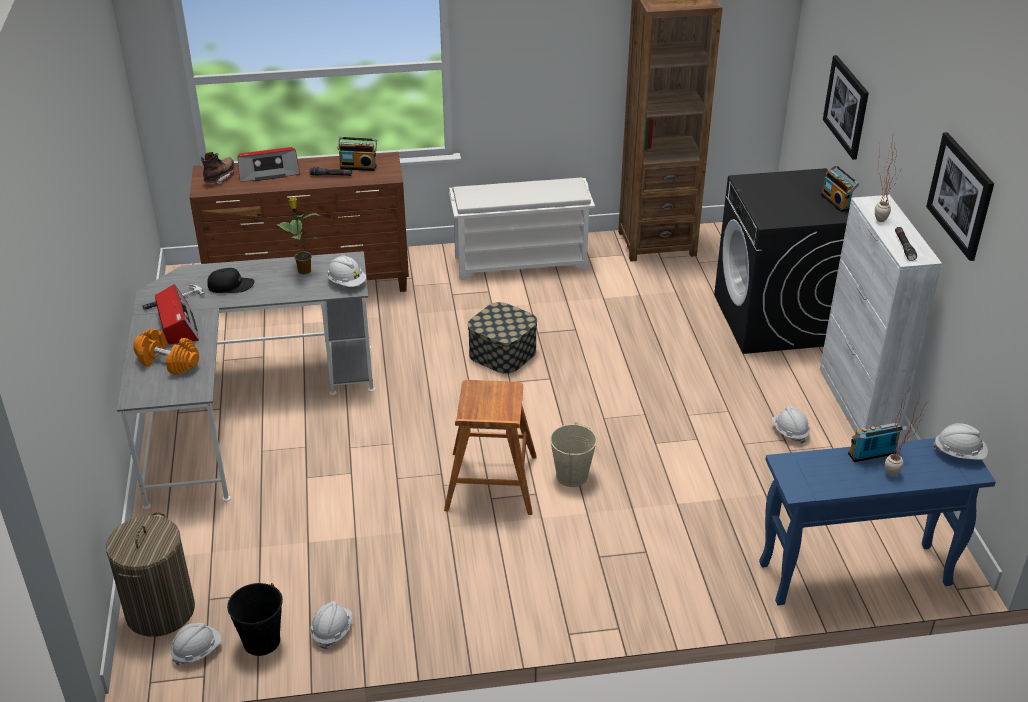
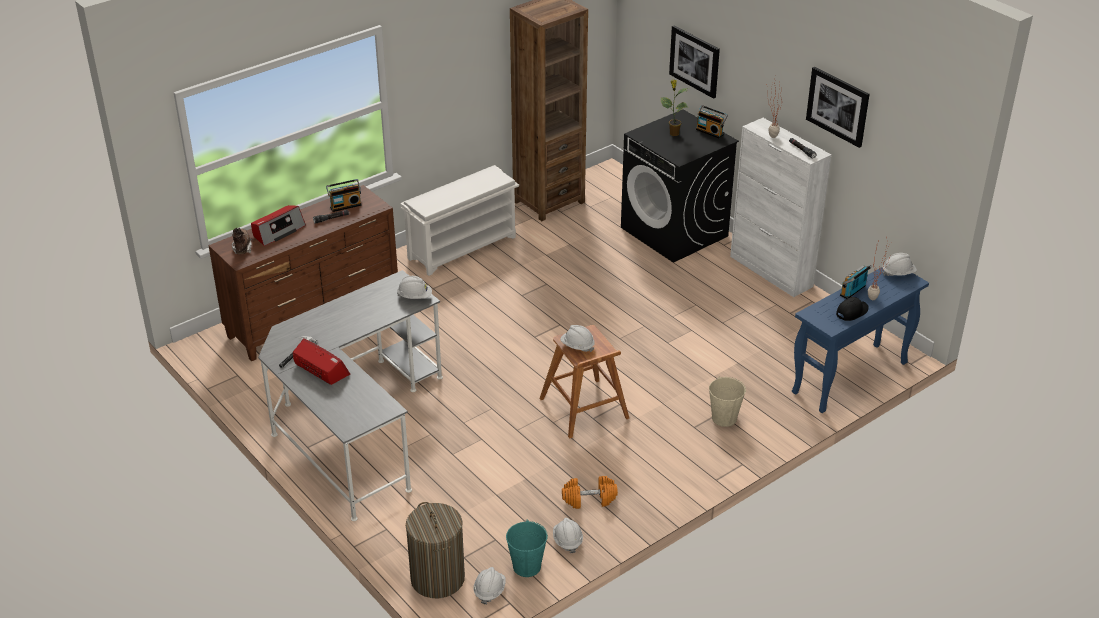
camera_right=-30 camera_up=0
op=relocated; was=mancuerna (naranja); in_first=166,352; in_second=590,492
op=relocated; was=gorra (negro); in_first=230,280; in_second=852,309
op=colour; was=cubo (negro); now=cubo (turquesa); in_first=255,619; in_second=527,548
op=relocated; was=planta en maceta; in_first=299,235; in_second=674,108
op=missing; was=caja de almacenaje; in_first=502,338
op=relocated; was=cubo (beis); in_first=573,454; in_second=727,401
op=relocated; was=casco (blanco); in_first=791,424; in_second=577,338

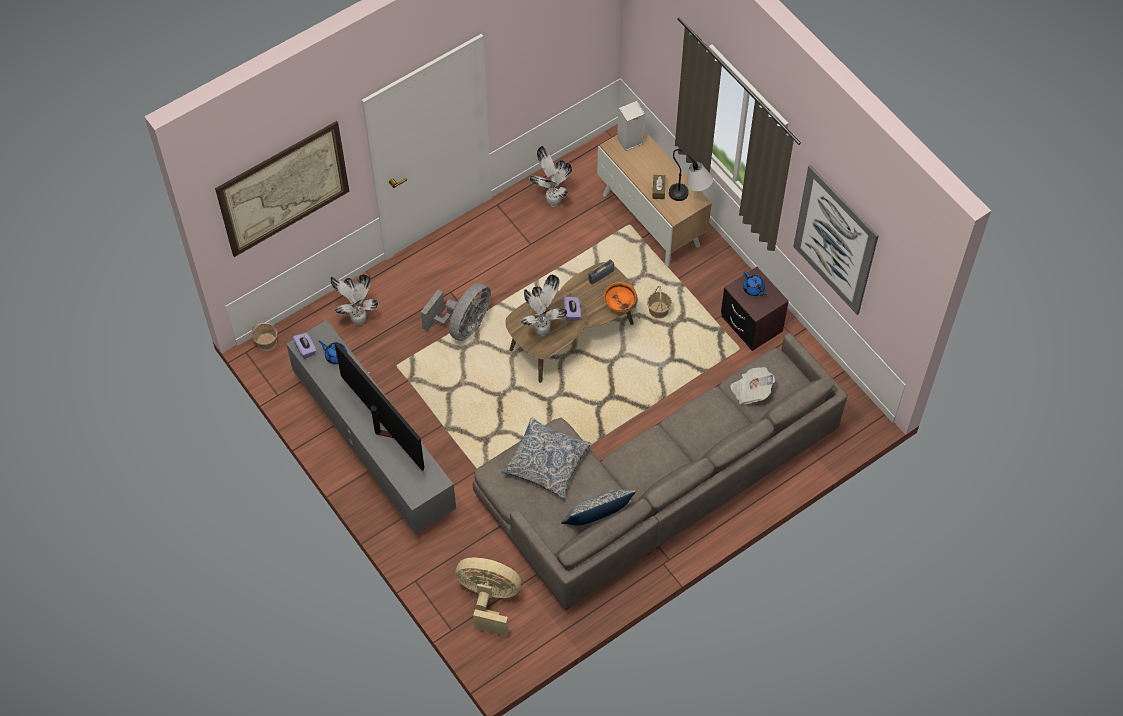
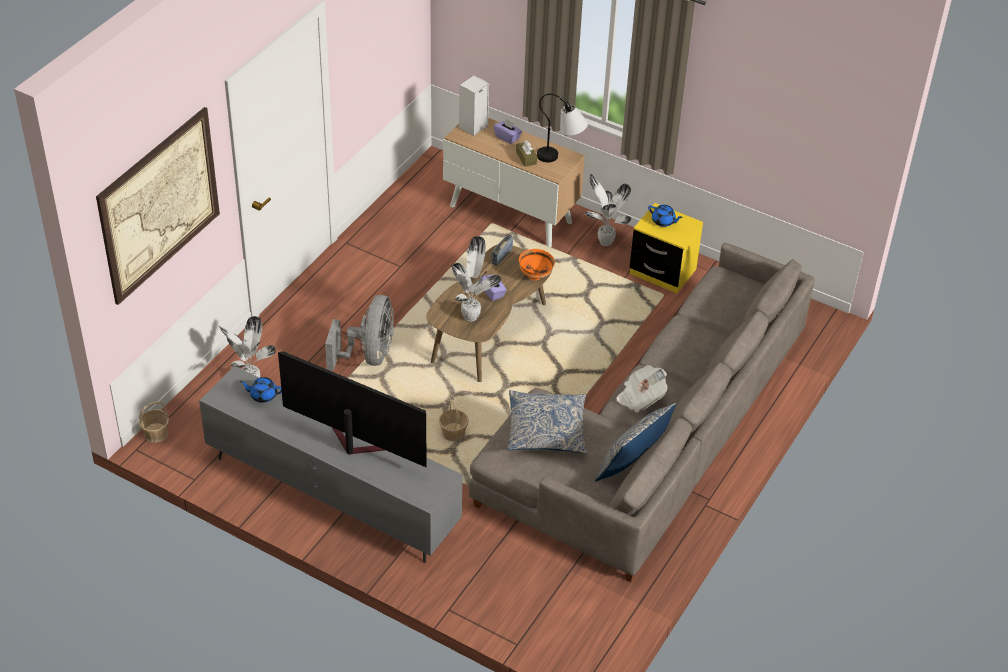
camera_right=-25 camera_up=-15
op=relocated; was=caja de pañuelos (morado); in_first=304,346; in_second=508,131
op=missing; was=ventilador (beis); in_first=488,597
op=relocated; was=planta en maceta; in_first=550,176; in_second=608,210
op=relocated; was=cesta; in_first=659,302; in_second=454,420
op=colour; was=mesita de noche (marrón); now=mesita de noche (amarillo); in_first=755,309; in_second=666,248
op=relocated; was=periódico; in_first=752,385; in_second=642,389
op=missing; was=cuadro; in_first=836,240

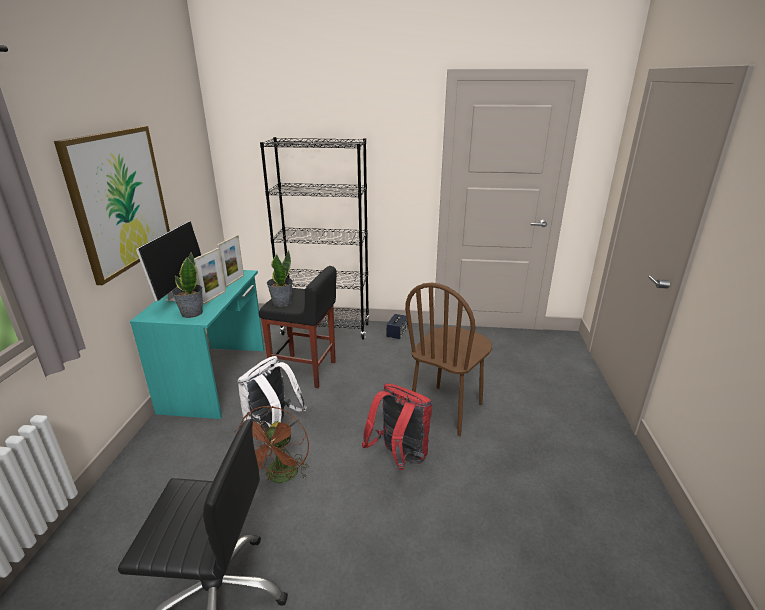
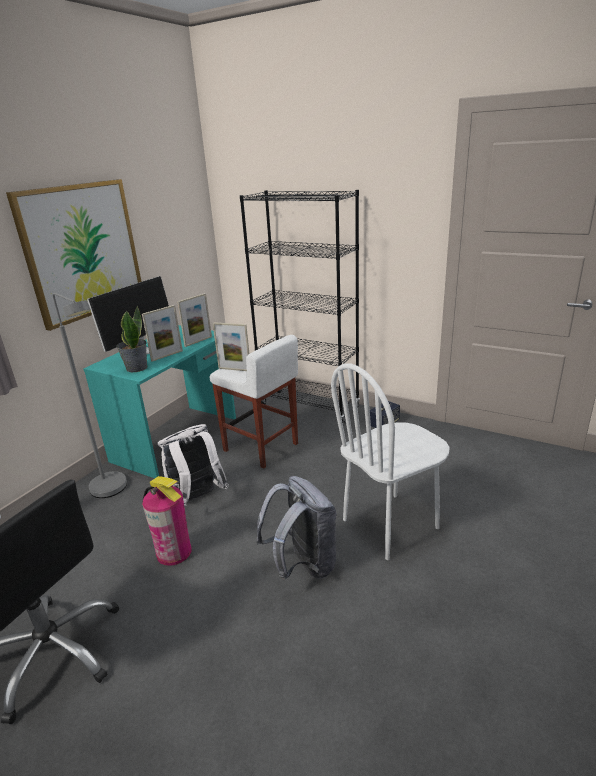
camera_right=25 camera_up=0
op=exchanged; was=ventilador (marrón); now=extintor; in_first=271,444; in_second=167,521
op=colour; was=taburete (negro); now=taburete (blanco); in_first=297,327; in_second=254,402
op=exchanged; was=planta en maceta; now=portarretratos; in_first=280,278; in_second=231,346
op=colour; was=mochila (rojo); now=mochila (gris); in_first=397,426; in_second=296,528
op=colour; was=silla (marrón); now=silla (blanco); in_first=448,359; in_second=390,462
op=appeared; now=lámpara de pie (gris); in_second=89,395

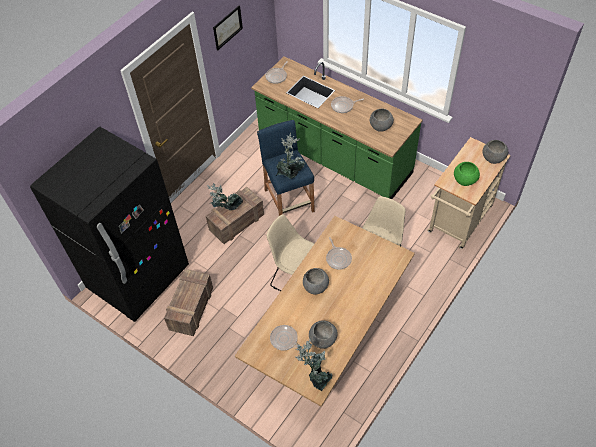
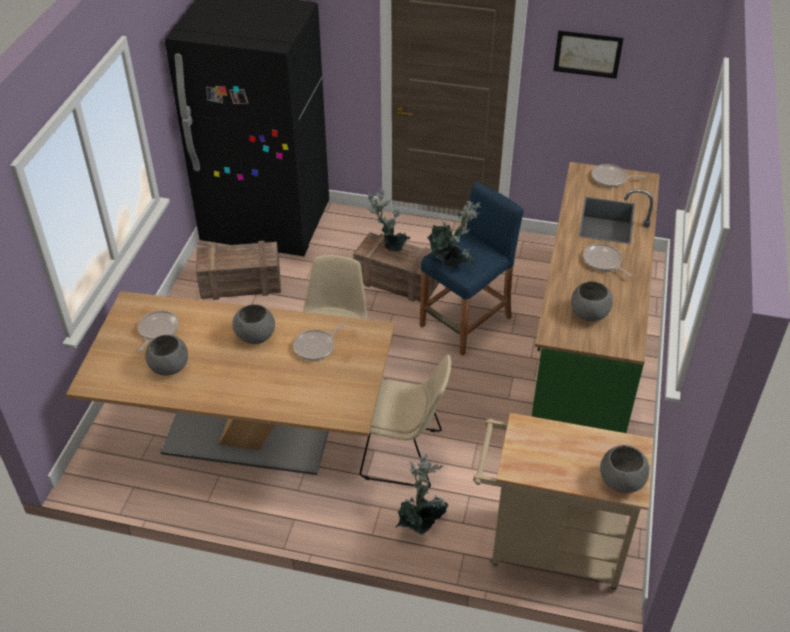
camera_right=65 camera_up=-10
op=relocated; was=planta en maceta; in_first=313,364; in_second=422,494
op=missing; was=cuenco (verde); in_first=467,174

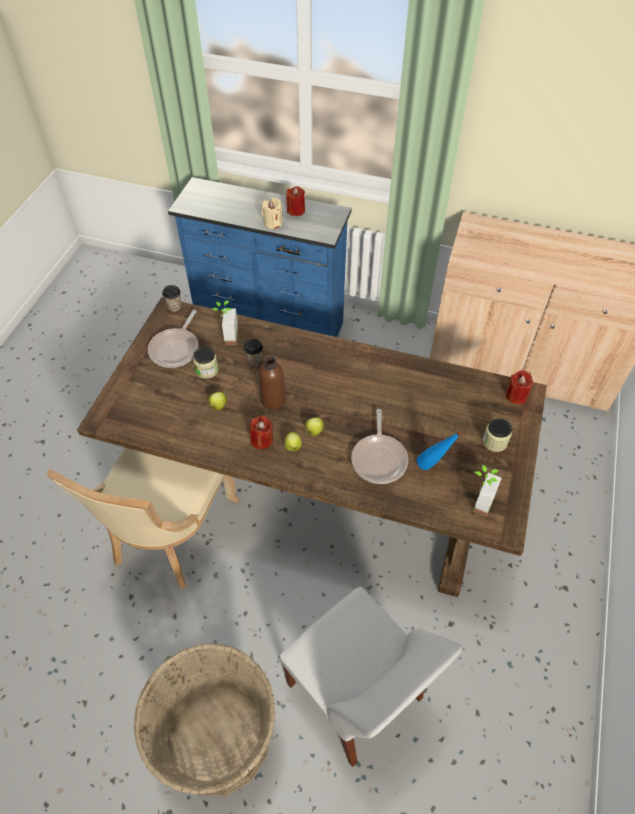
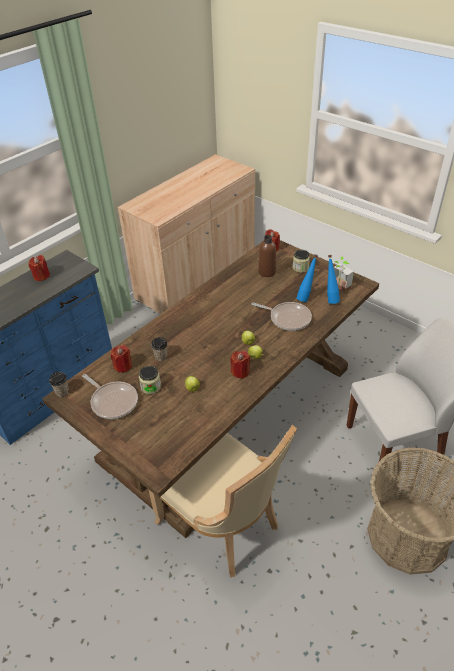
camera_right=-65 camera_up=-10
op=exchanged; was=planta en maceta; now=vela (rojo); in_first=225,323; in_second=121,359
op=relocated; was=botella (marrón); in_first=272,382; in_second=267,256
op=missing; was=vela (beis); in_first=272,213
op=appeared; now=botella (azul); in_second=333,279

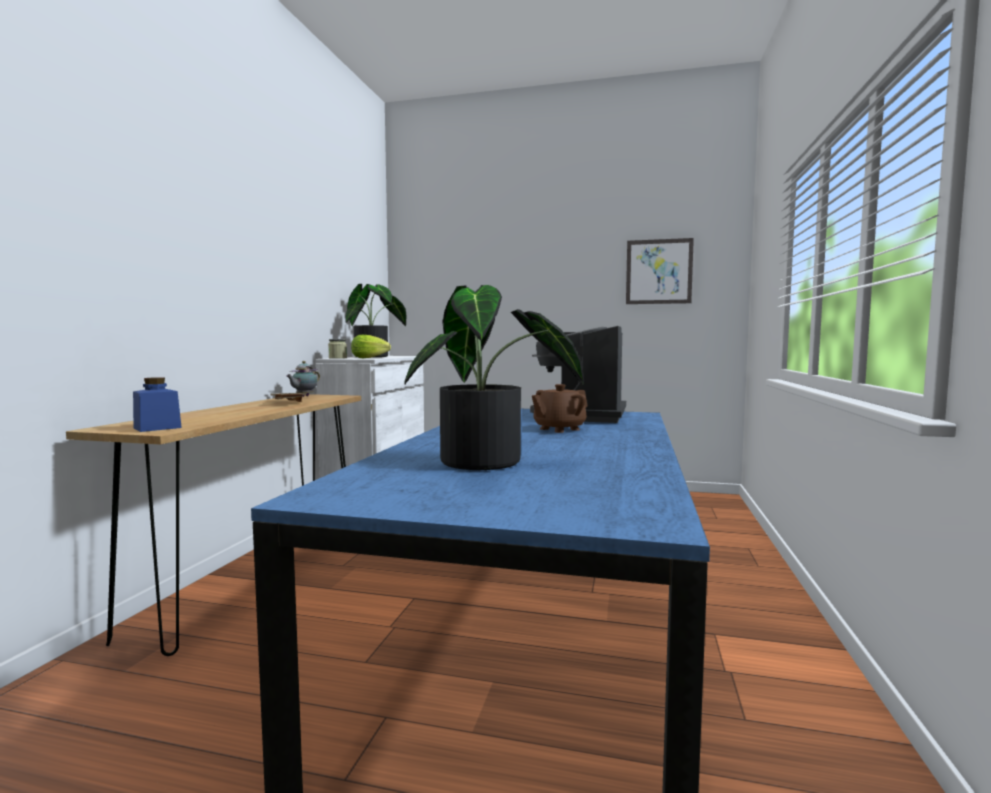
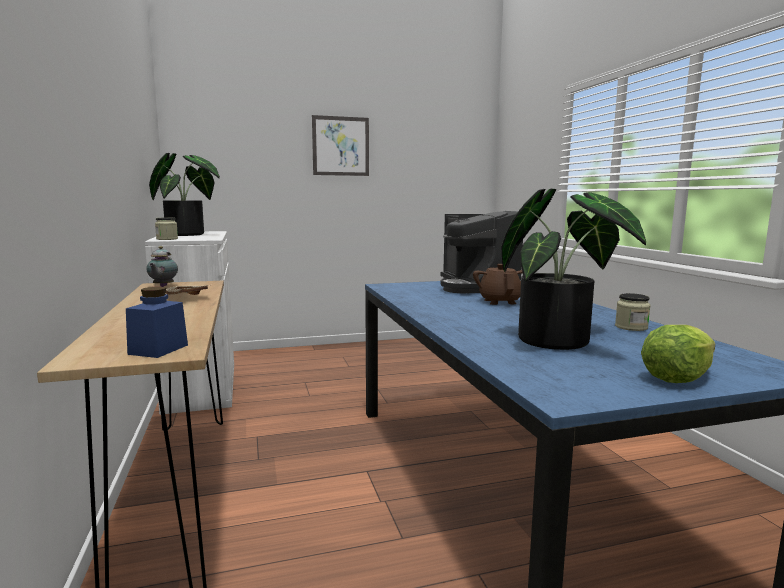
camera_right=-30 camera_up=5
op=relocated; was=lechuga; in_first=371,346; in_second=678,354
op=spun; was=tetera (marrón); in_first=560,408; in_second=498,284; clockwise=150
op=relocated; was=cuadro; in_first=660,271; in_second=340,145
op=appeared; now=tarro; in_second=632,312

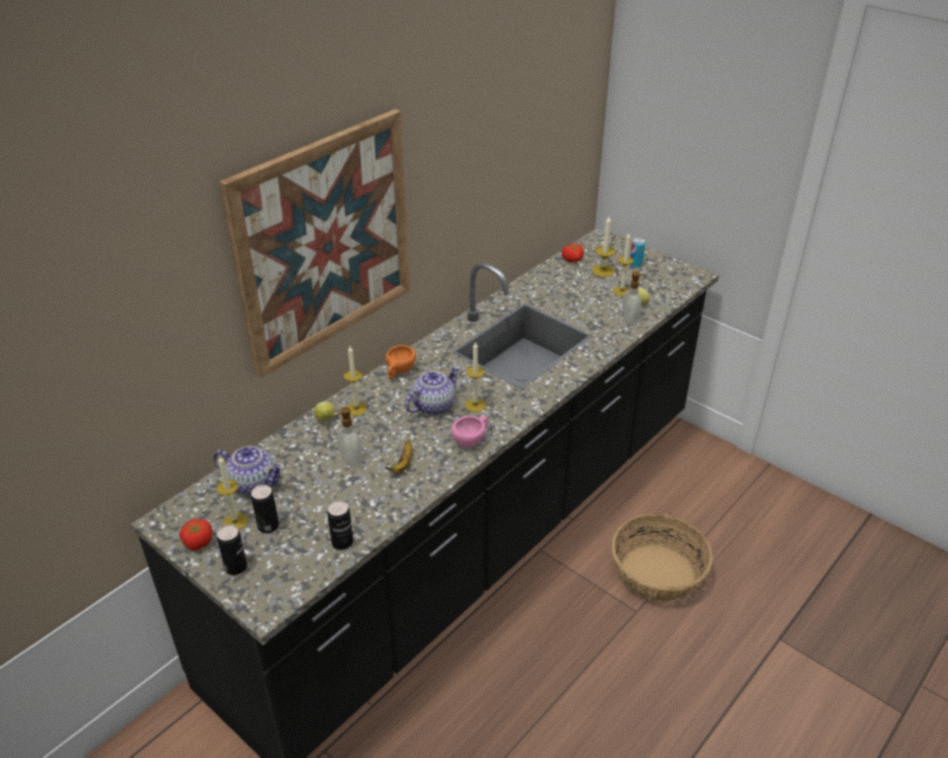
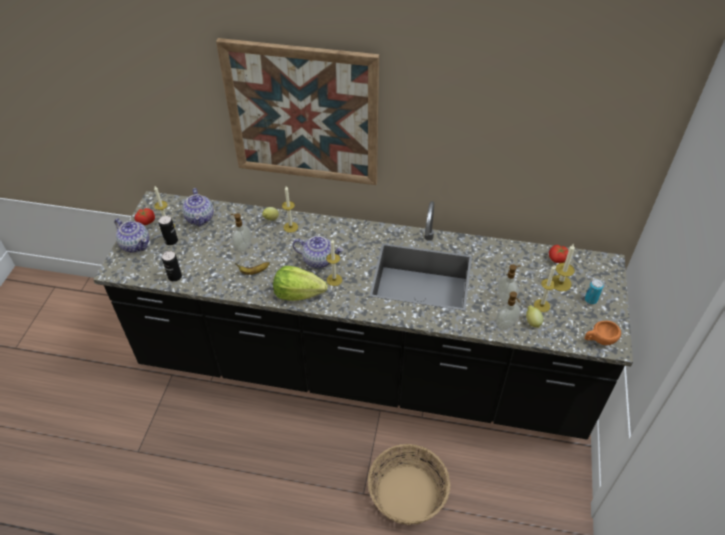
camera_right=60 camera_up=10
op=exchanged; was=lata; now=tetera; in_first=232,549; in_second=132,235
op=relocated; was=taza (naranja); in_first=400,362; in_second=603,333
op=exchanged; was=taza (rosa); now=lechuga; in_first=469,432; in_second=300,283
op=appeared; now=dispensador de jabón; in_second=509,284

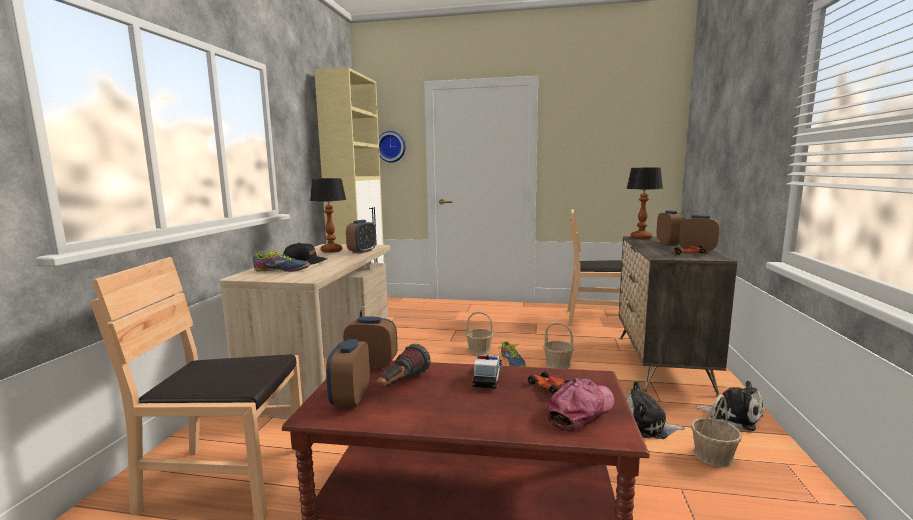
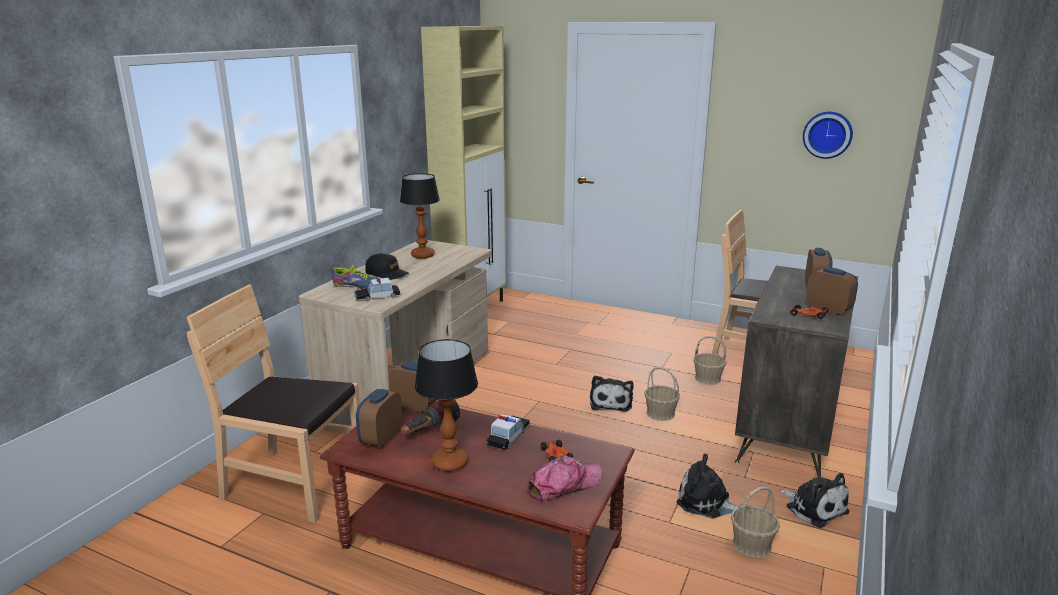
camera_right=15 camera_up=10
op=missing; was=despertador; in_first=361,237
op=relocated; was=reloj de pared; in_first=392,147; in_second=828,135
op=relocated; was=cesta; in_first=479,333; in_second=709,360
op=exchanged; was=zapato; now=peluche; in_first=512,354; in_second=611,393
op=relocated; was=lámpara de mesa; in_first=644,203; in_second=446,405
op=appeared; now=coche de juguete; in_second=377,289

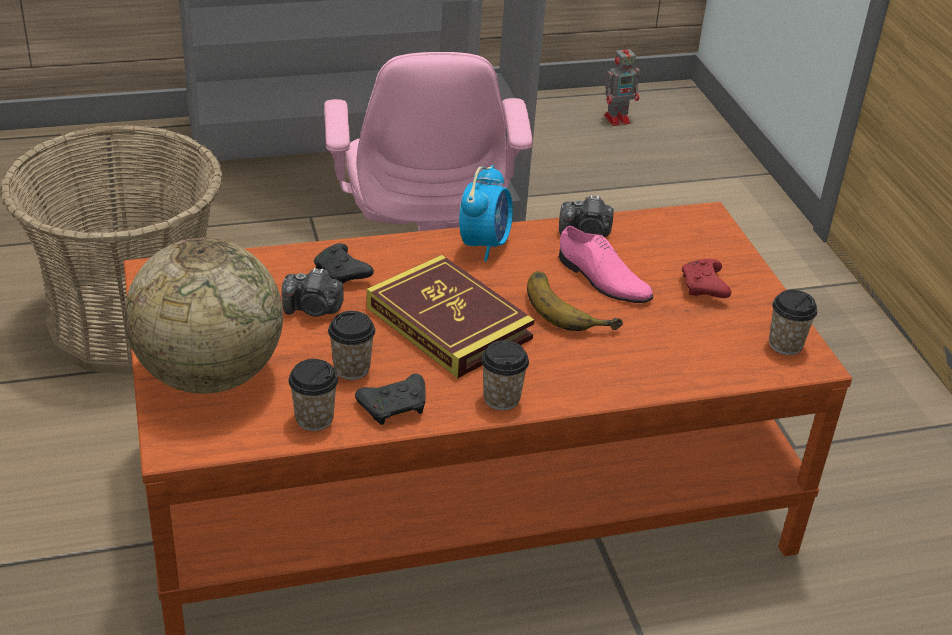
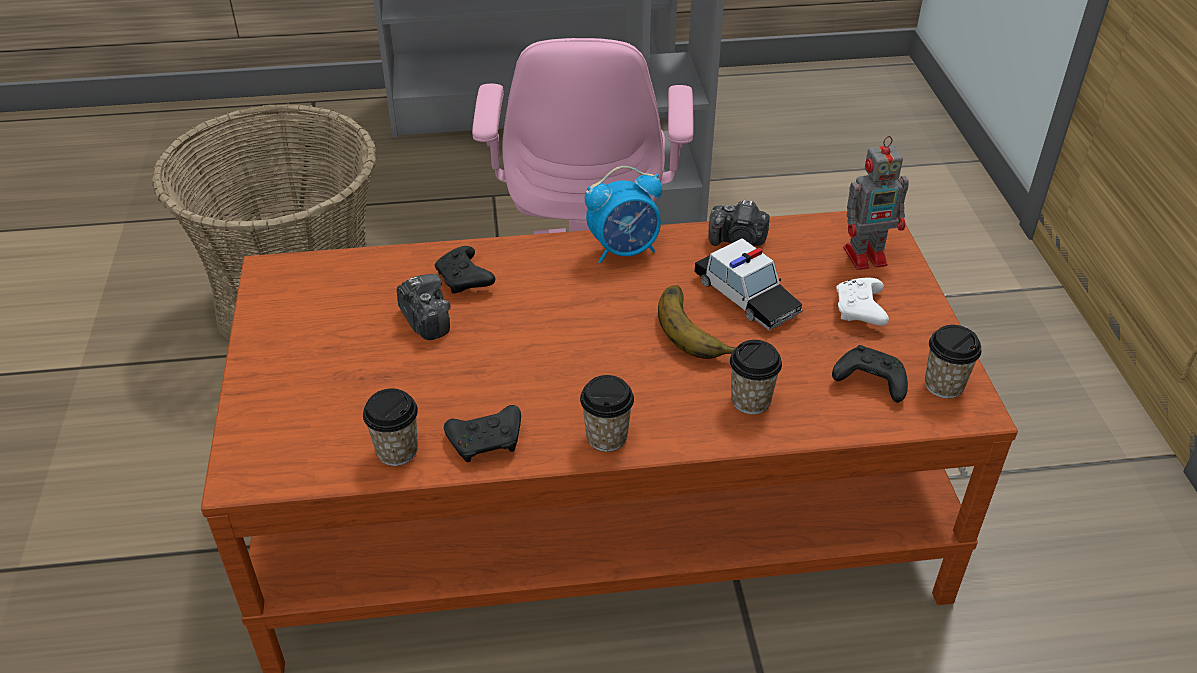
camera_right=10 camera_up=5
op=missing; was=globo terráqueo; in_first=203,316
op=spun; was=cámara; in_first=313,292; in_second=423,307; clockwise=-135
op=relocated; was=taza; in_first=351,345; in_second=756,377
op=missing; was=libro; in_first=451,316
op=spun; was=despertador; in_first=486,213; in_second=623,214; clockwise=45
op=exchanged; was=zapato (rosa); now=coche de juguete; in_first=606,264; in_second=749,284
op=relocated; was=robot de juguete; in_first=622,84; in_second=876,203
op=colour; was=mando de consola (rojo); now=mando de consola (blanco); in_first=706,278; in_second=863,301
op=appeared; now=mando de consola (negro); in_second=870,374

